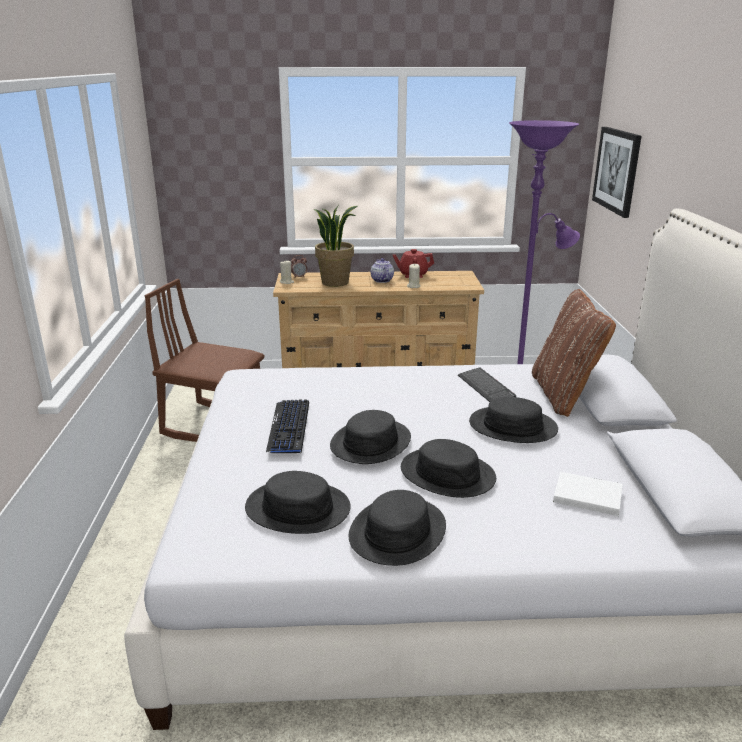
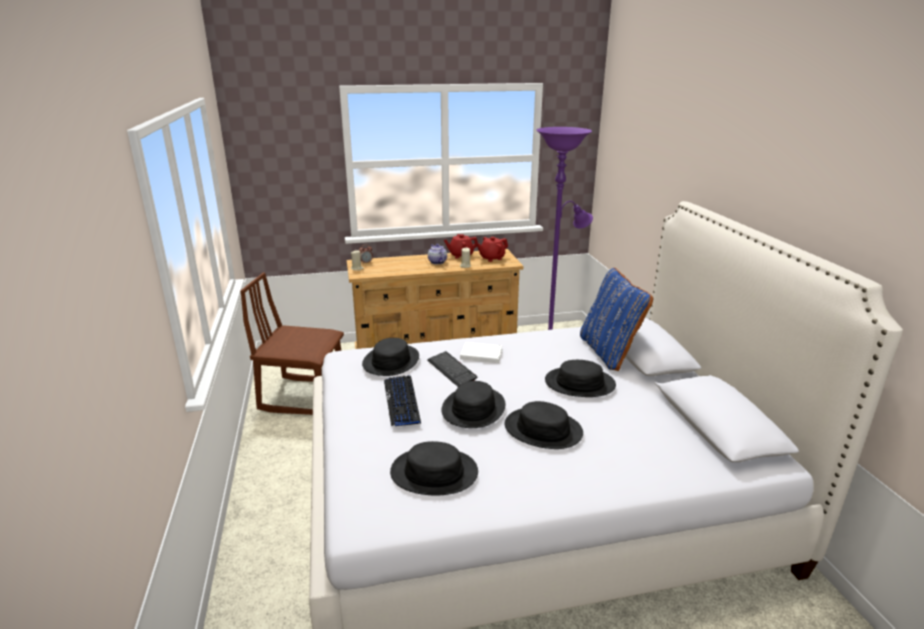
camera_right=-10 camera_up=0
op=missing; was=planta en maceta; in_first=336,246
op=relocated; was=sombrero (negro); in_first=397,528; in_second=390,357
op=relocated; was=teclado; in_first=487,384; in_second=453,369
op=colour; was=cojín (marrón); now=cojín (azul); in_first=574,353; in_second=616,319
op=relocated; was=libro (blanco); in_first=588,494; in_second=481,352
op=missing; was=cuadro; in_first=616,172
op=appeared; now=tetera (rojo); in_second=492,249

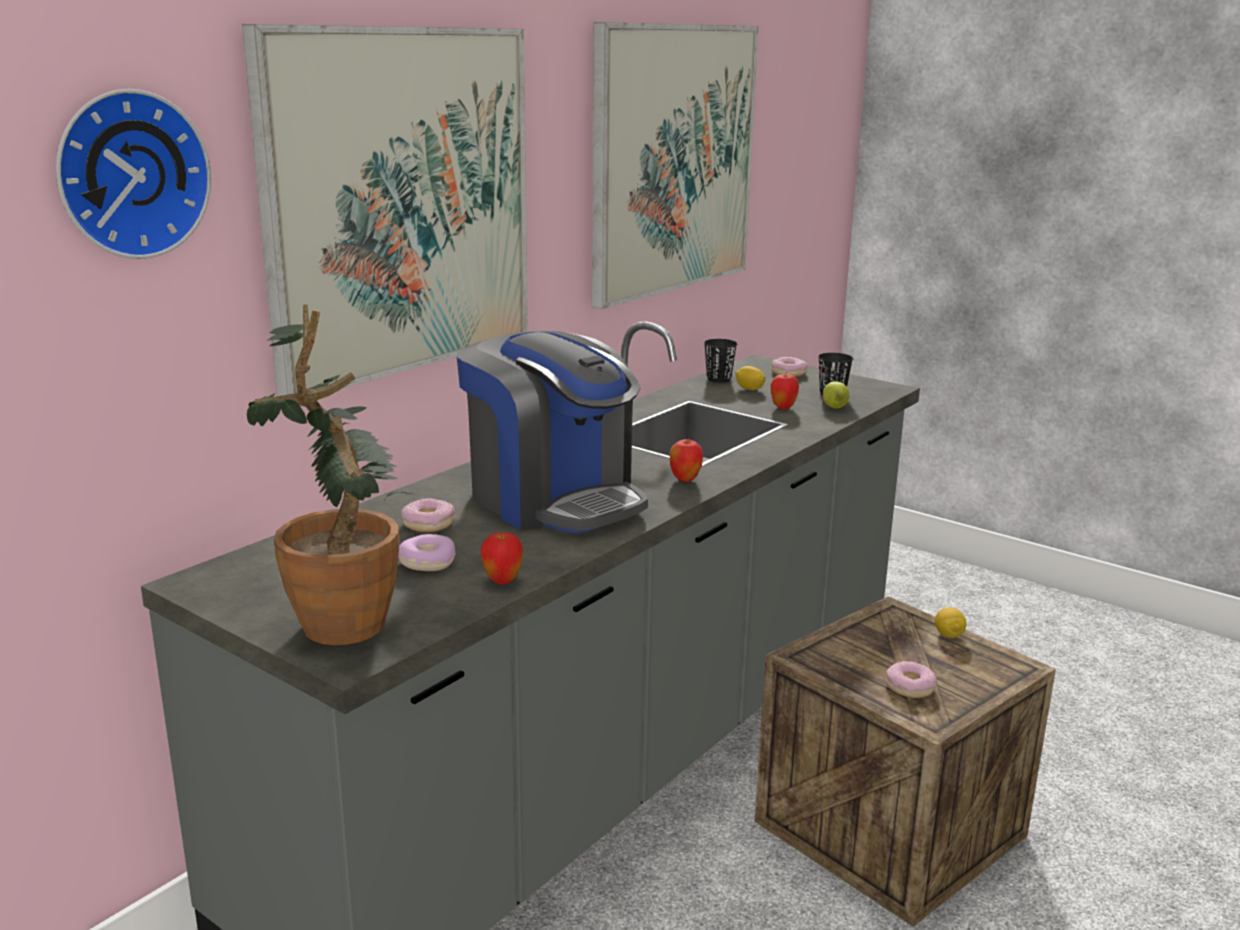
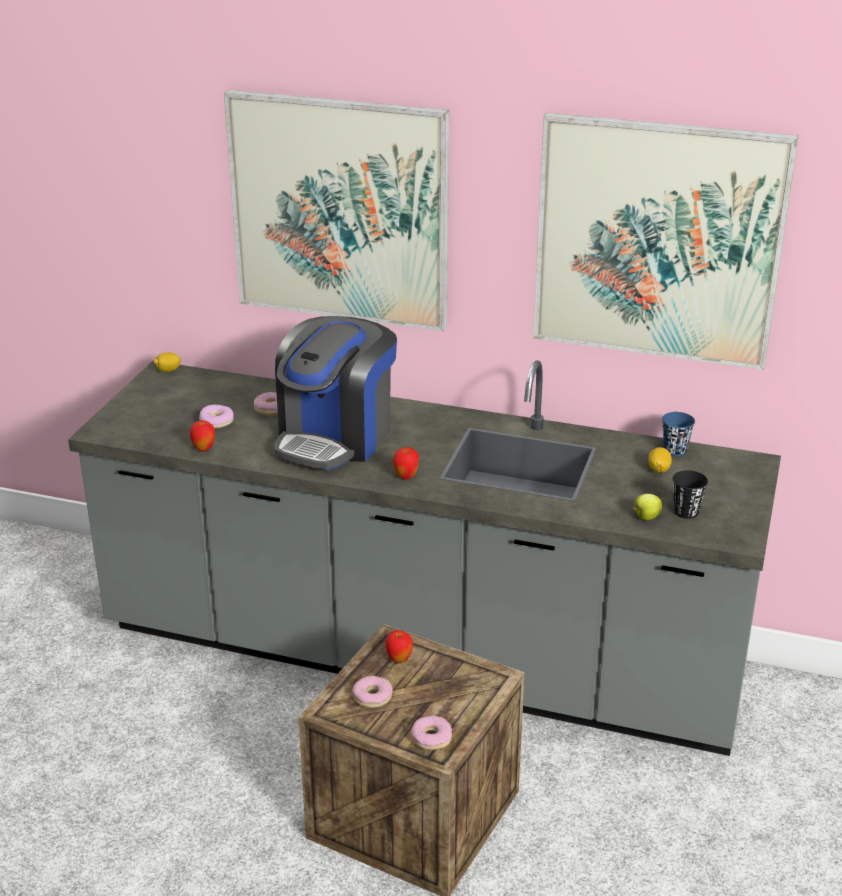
camera_right=70 camera_up=10
op=missing; was=reloj de pared; in_first=133,174
op=missing; was=planta en maceta; in_first=329,474
op=colour; was=taza (negro); now=taza (azul); in_first=720,360; in_second=678,434
op=relocated; was=rosquilla; in_first=789,367; in_second=431,733
op=relocated; was=manzana; in_first=785,391; in_second=399,646
op=relocated; was=limón; in_first=951,622; in_second=167,362

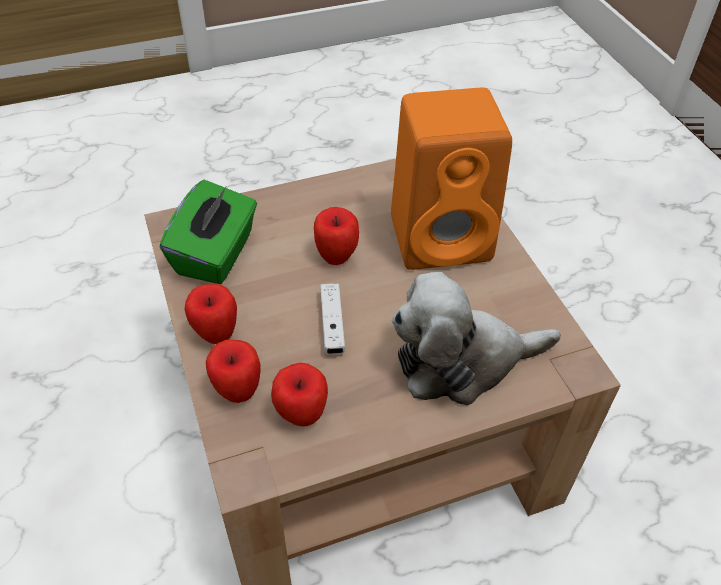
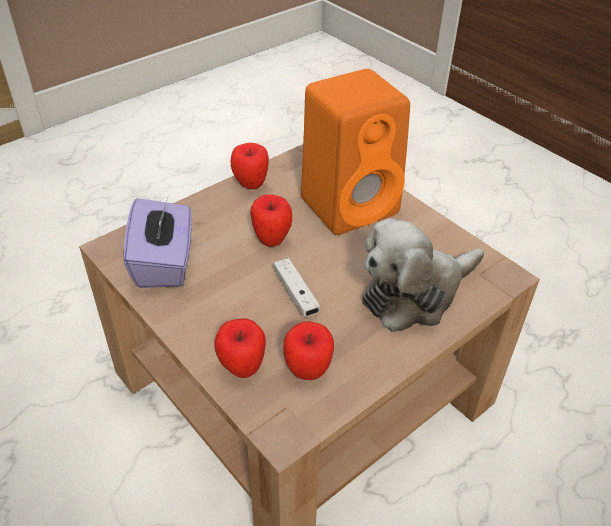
camera_right=-20 camera_up=-5
op=colour; was=caja de pañuelos (verde); now=caja de pañuelos (morado); in_first=208,231; in_second=158,241
op=relocated; was=manzana; in_first=211,314; in_second=250,166

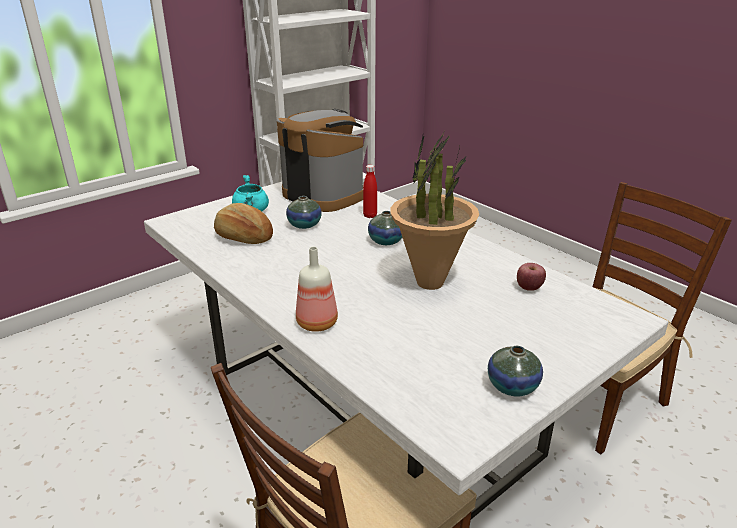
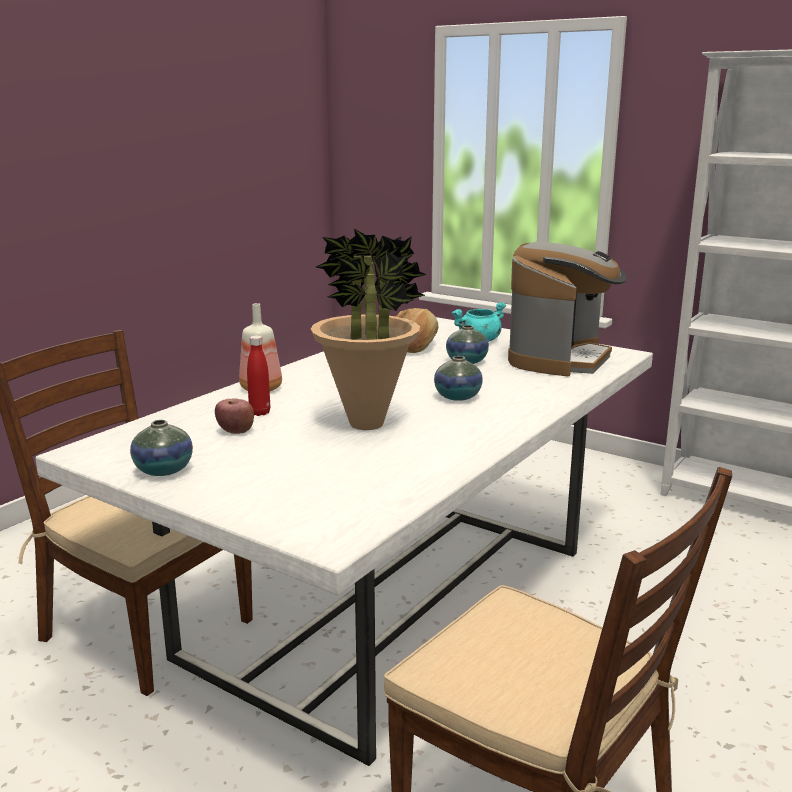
camera_right=75 camera_up=-10
op=relocated; was=botella (rojo); in_first=370,191; in_second=258,375
op=relocated; was=manzana; in_first=531,277; in_second=234,416

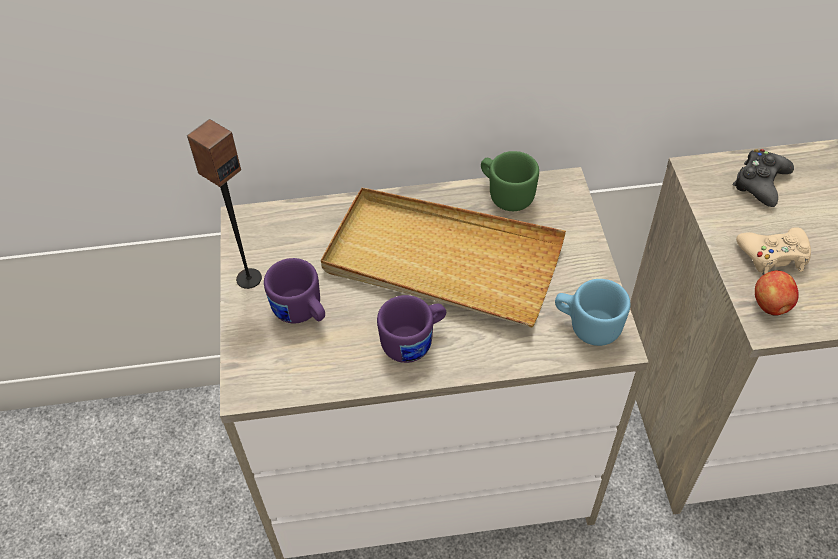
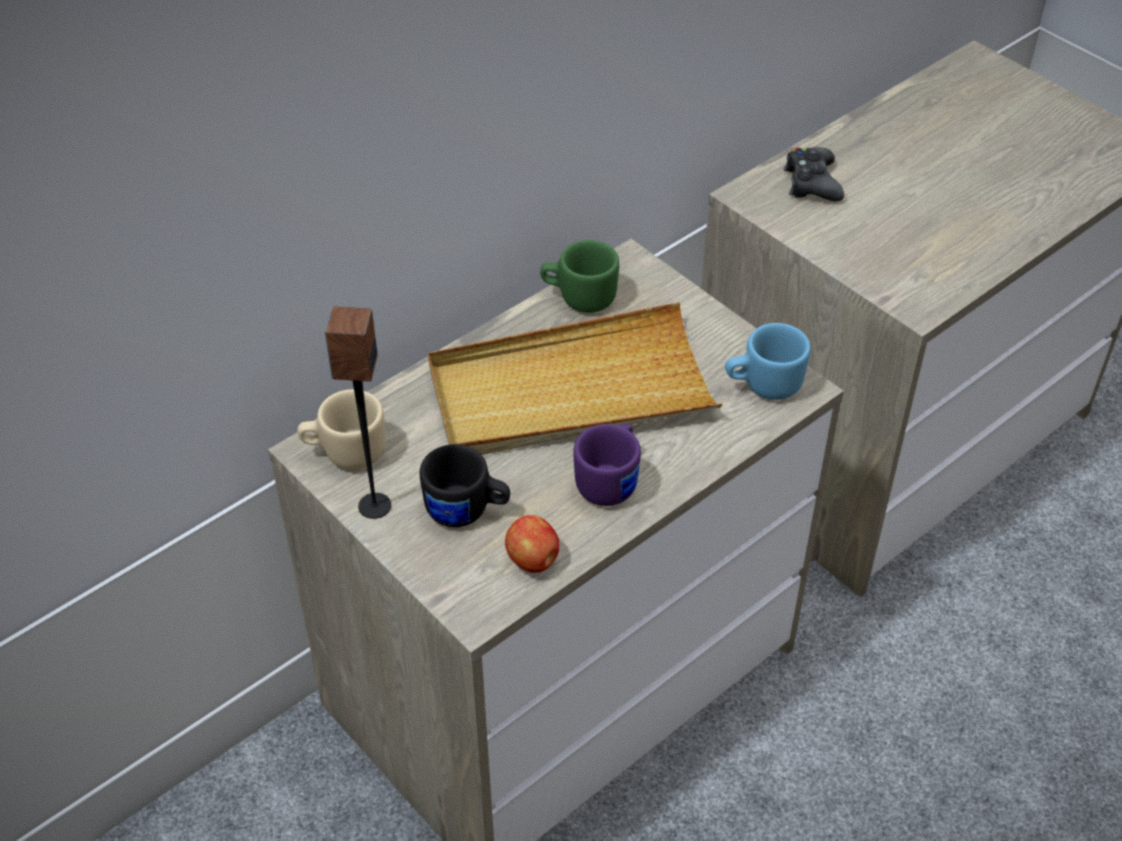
camera_right=-35 camera_up=-5
op=colour; was=taza grande (morado); now=taza grande (negro); in_first=294,290; in_second=465,485
op=missing; was=mando de consola (beis); in_first=773,251
op=relocated; was=manzana; in_first=777,293; in_second=532,544
op=appeared; now=taza grande (beis); in_second=341,429

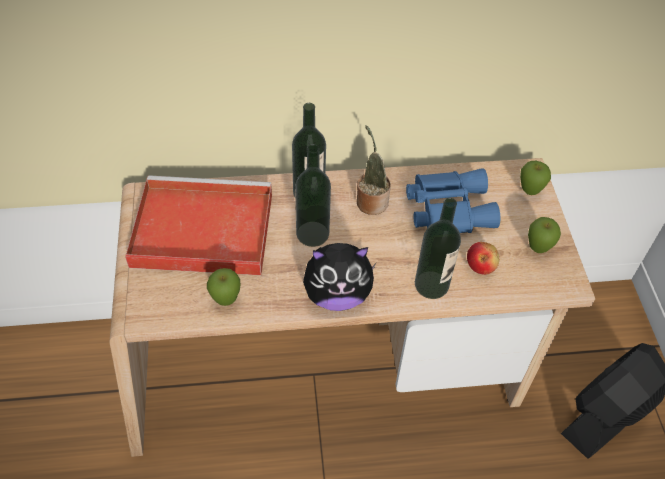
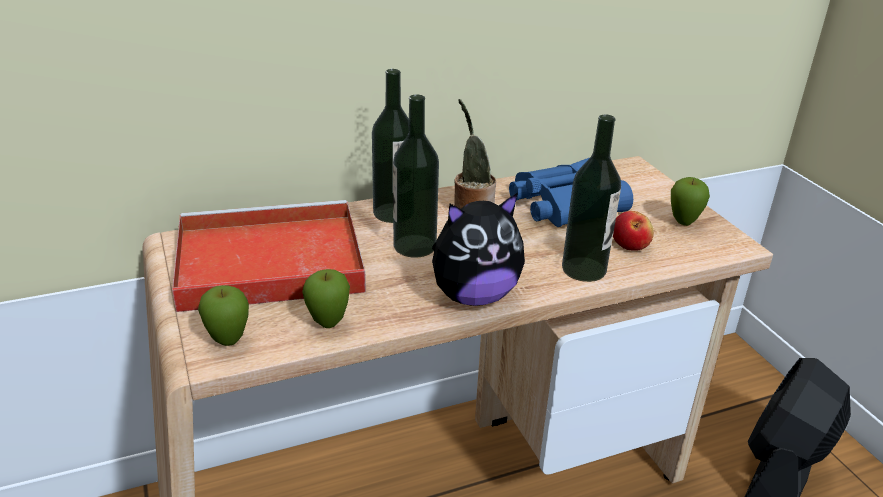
camera_right=-15 camera_up=-20
op=relocated; was=manzana; in_first=535,178; in_second=223,315

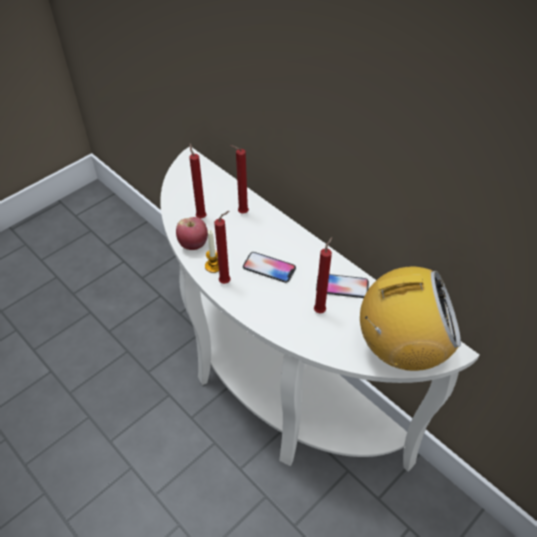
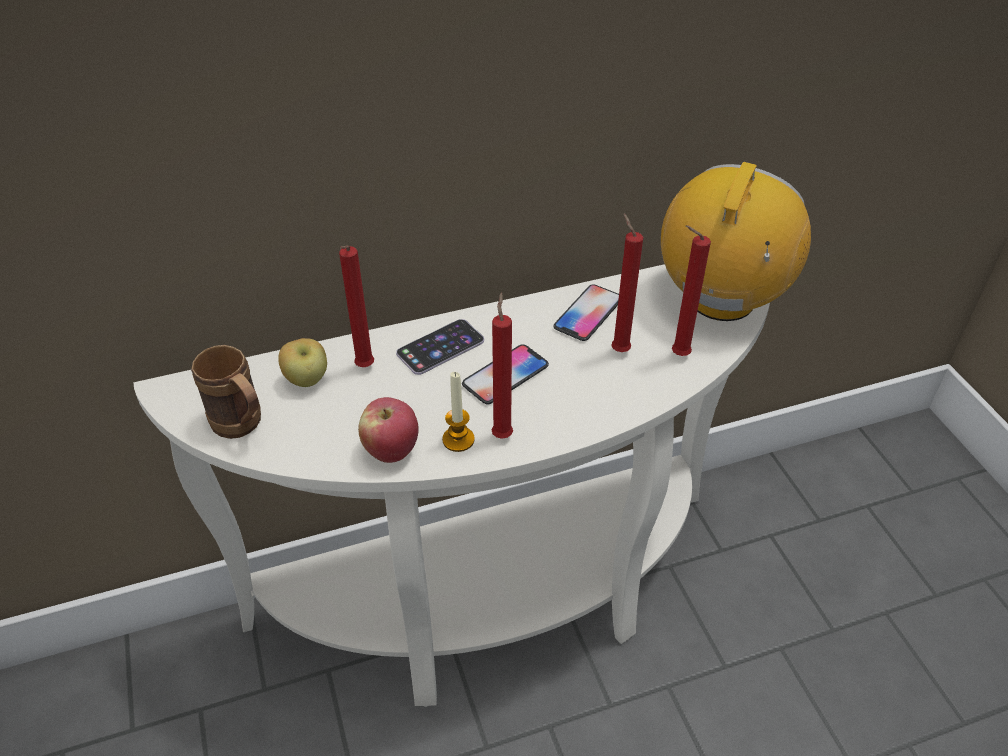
camera_right=-65 camera_up=-5
op=relocated; was=vela (rojo); in_first=198,180; in_second=691,290
op=appeared; now=taza grande (marrón); in_second=226,392
op=appeared; now=manzana; in_second=302,362
op=appeared; now=móvil; in_second=440,347

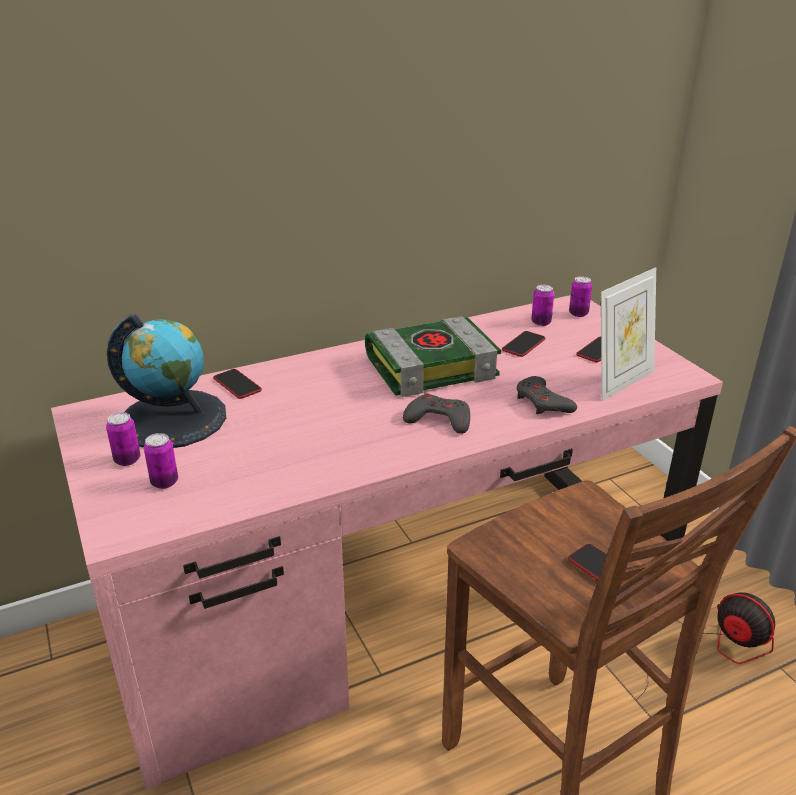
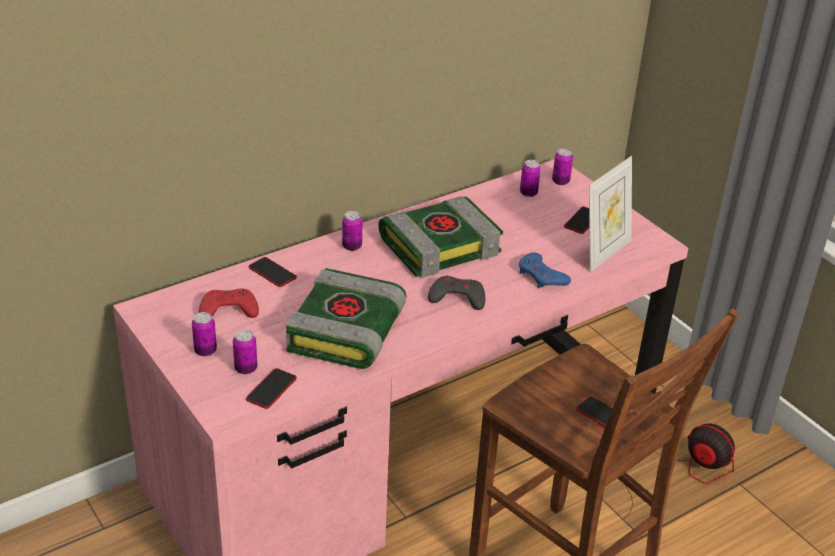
camera_right=-10 camera_up=5
op=exchanged; was=globo terráqueo; now=mando de consola (rojo); in_first=166,380; in_second=229,303
op=relocated; was=móvil; in_first=523,344; in_second=271,388
op=colour; was=mando de consola (gris); now=mando de consola (azul); in_first=546,395; in_second=545,270
op=appeared; now=libro; in_second=346,318
op=appeared; now=lata; in_second=352,231

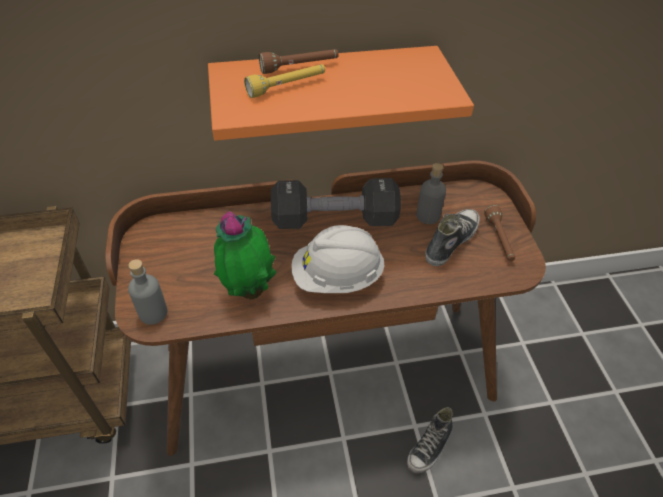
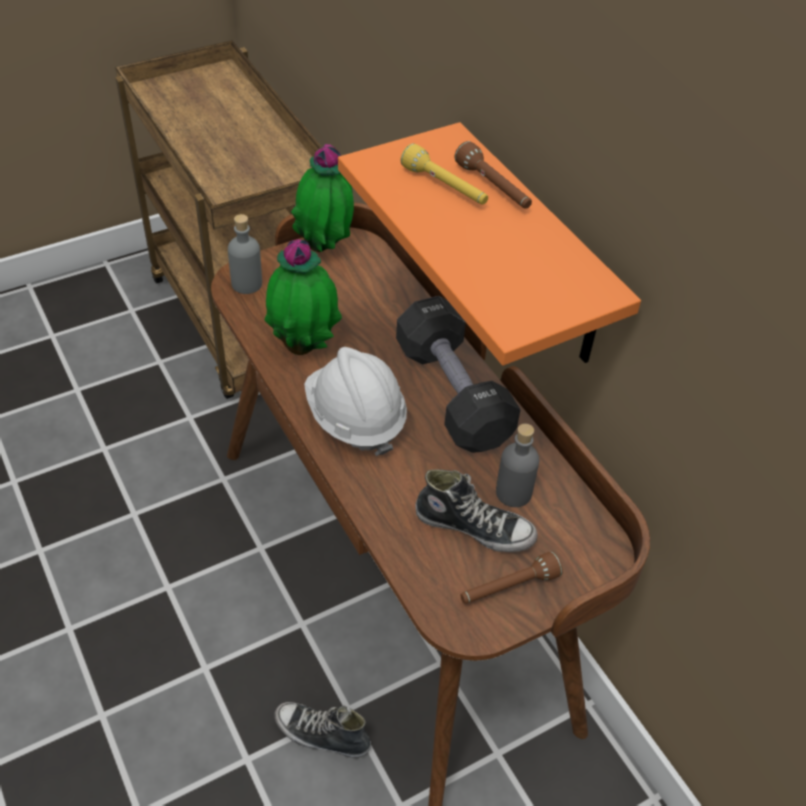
camera_right=70 camera_up=0
op=appeared; now=planta en maceta; in_second=322,198

